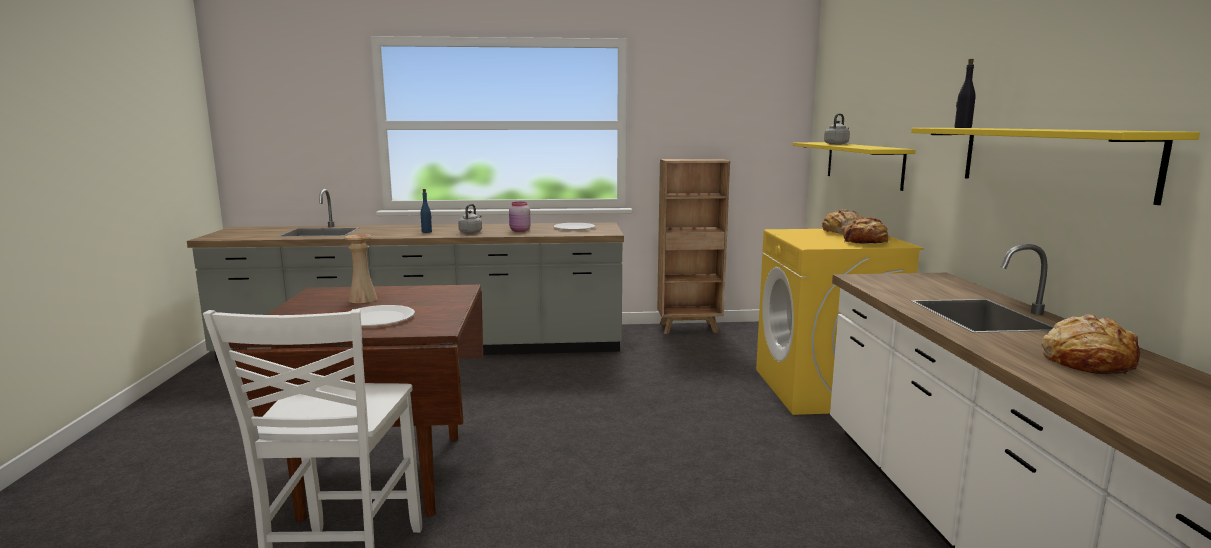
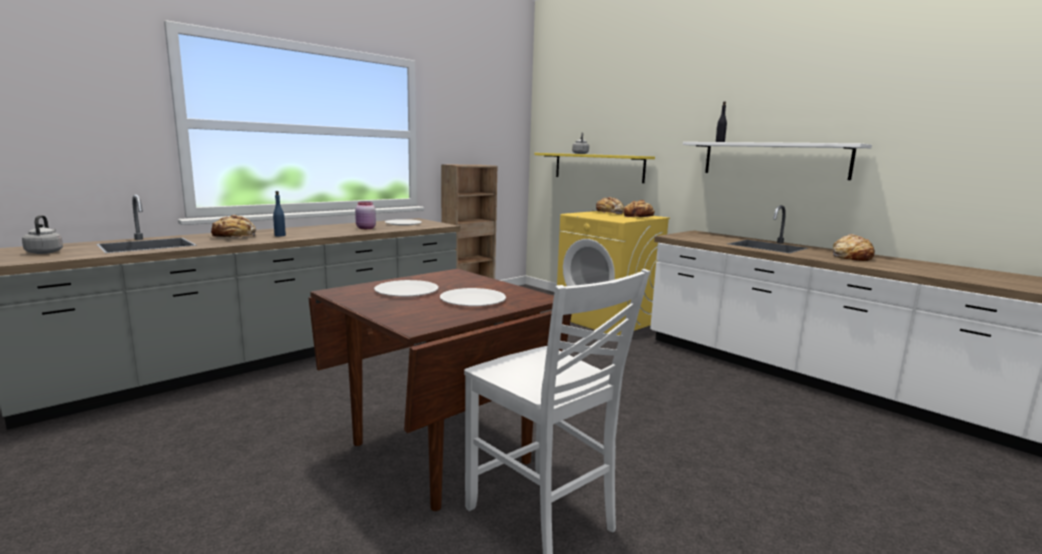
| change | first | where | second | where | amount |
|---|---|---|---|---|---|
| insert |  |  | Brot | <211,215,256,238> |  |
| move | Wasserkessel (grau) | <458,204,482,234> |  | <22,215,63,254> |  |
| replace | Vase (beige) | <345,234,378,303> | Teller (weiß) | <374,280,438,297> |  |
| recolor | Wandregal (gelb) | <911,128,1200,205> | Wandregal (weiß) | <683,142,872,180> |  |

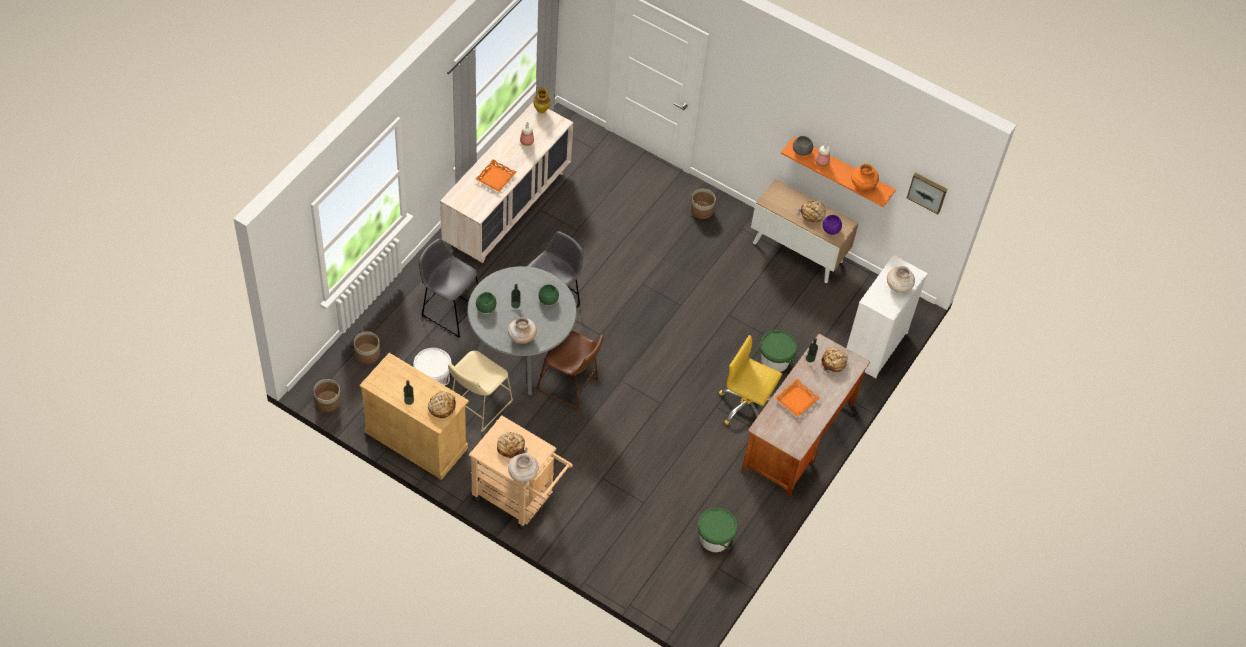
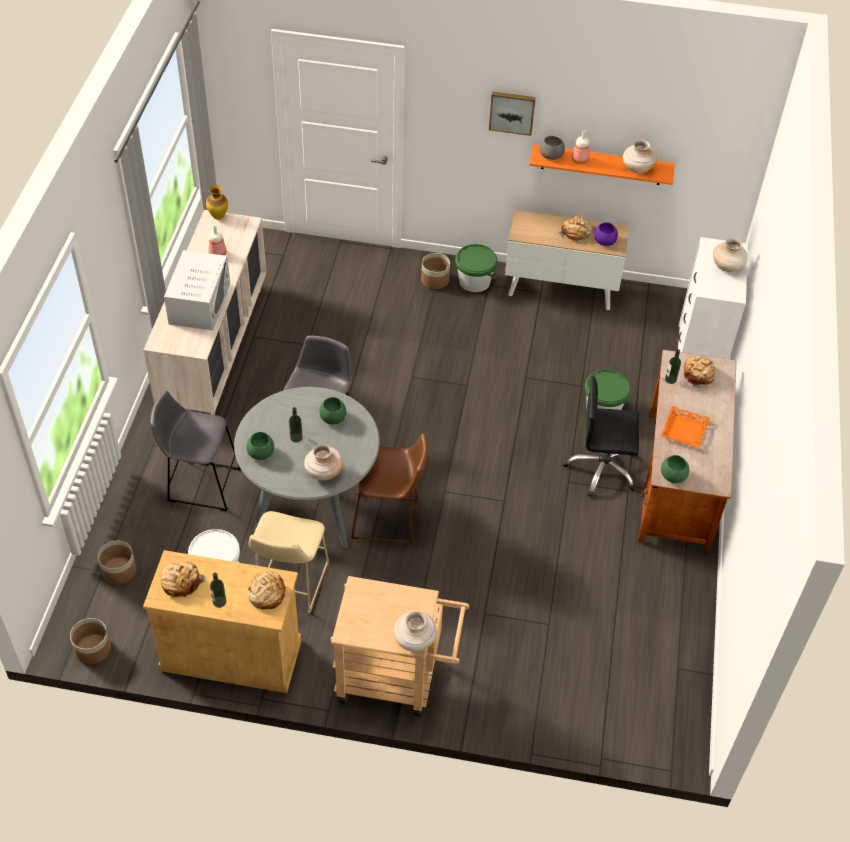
| change | first | where | second | where | amount |
|---|---|---|---|---|---|
| insert |  |  | Schüssel (grün) | <661,455,689,483> |  |
| move | Brot | <497,432,528,459> |  | <161,561,206,597> |  |
| move | Eimer (grün) | <698,508,738,552> |  | <455,244,498,292> |  |
| move | Bild | <907,173,947,214> |  | <489,92,536,136> |  |
| replace | Tablett (orange) | <475,159,516,192> | Mikrowelle (weiß) | <164,250,230,330> |  |
| recolor | Bürostuhl (gelb) | <719,335,782,425> | Bürostuhl (schwarz) | <563,376,639,497> |  |
| recolor | Vase (orange) | <851,164,879,190> | Vase (beige) | <623,140,657,173> |  |

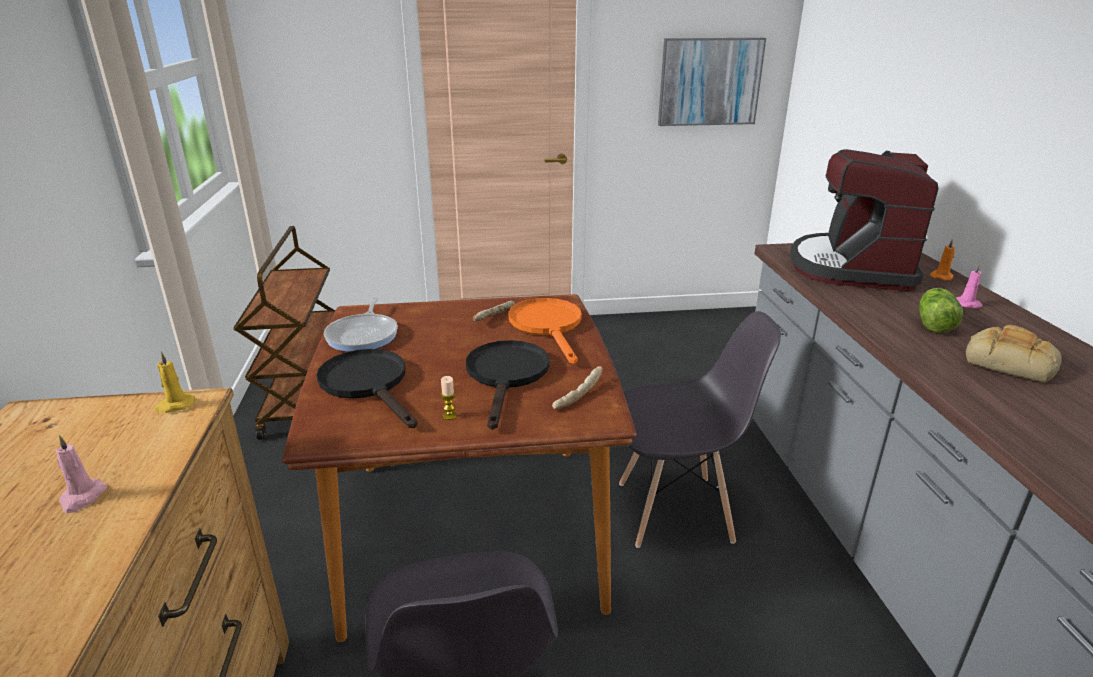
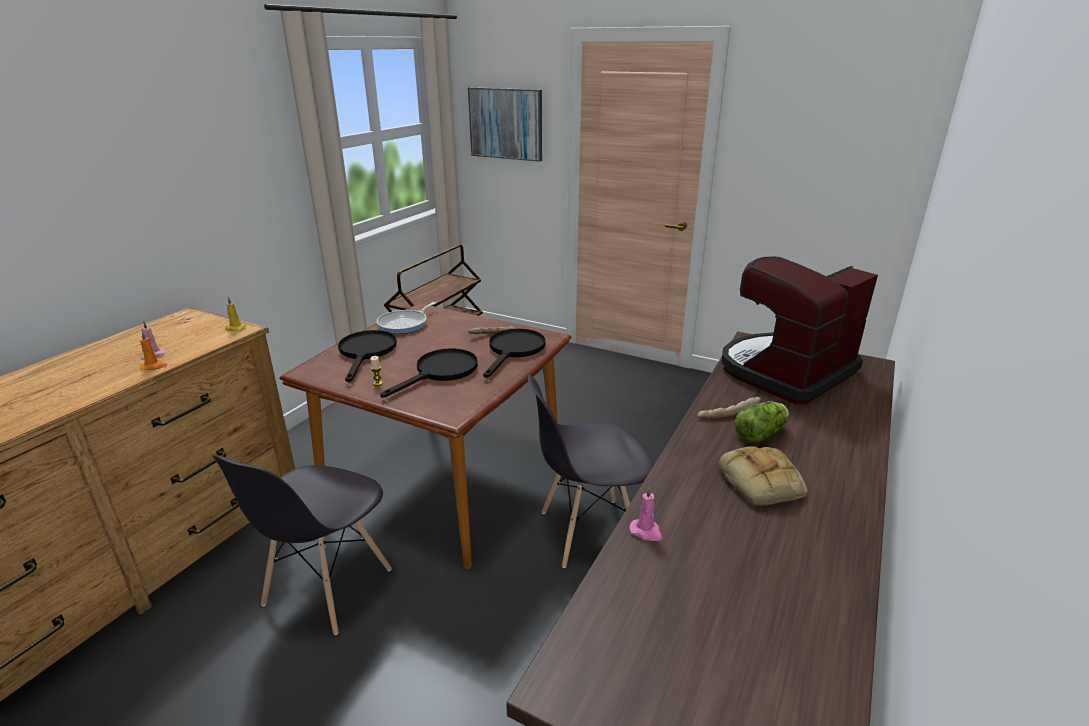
| change | first | where | second | where | amount |
|---|---|---|---|---|---|
| move | Brot | <552,366,603,410> |  | <697,397,761,419> |  |
| move | Bild | <658,38,766,126> |  | <468,87,542,162> |  |
| move | Kerze (orange) | <930,239,955,280> |  | <140,332,167,370> |  |
| move | Kerze (rosa) | <956,263,982,308> |  | <629,486,663,541> |  |
| recolor | Pfanne (orange) | <509,298,582,364> | Pfanne (schwarz) | <483,329,546,378> |  |
| rotate | Stuhl (grau) | <619,311,781,548> |  | <528,375,654,568> | 135 degrees clockwise |

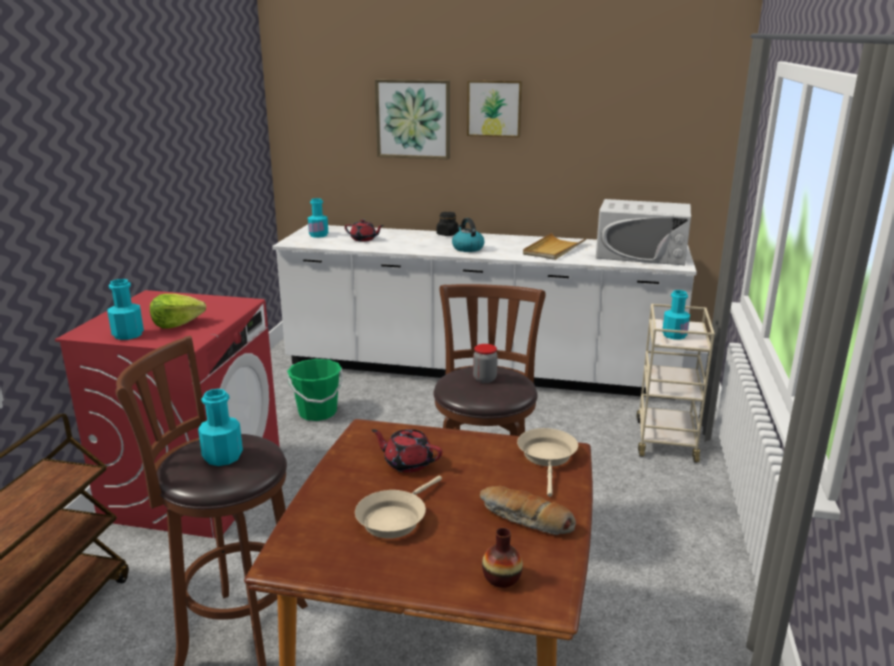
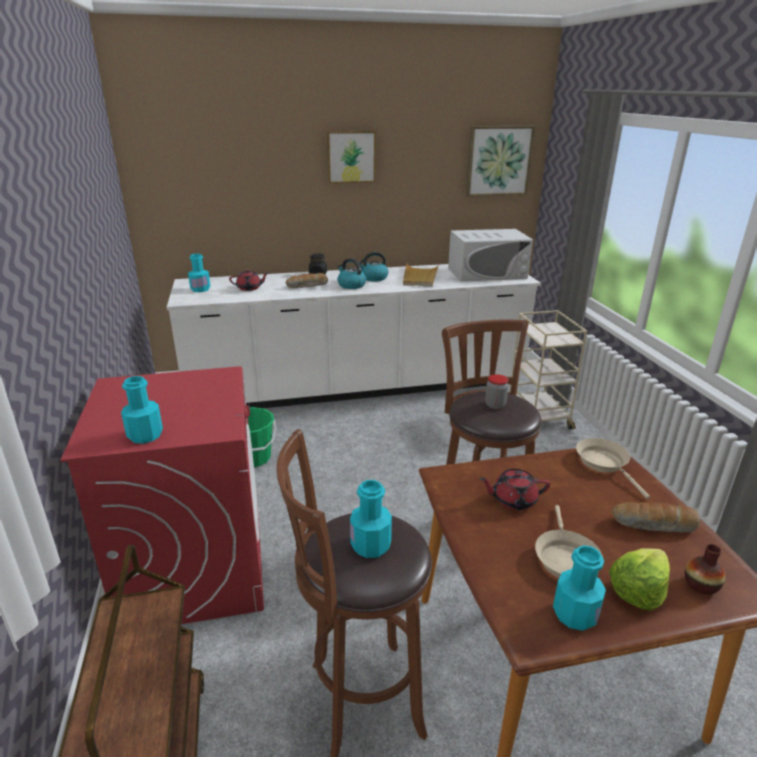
| change | first | where | second | where | amount |
|---|---|---|---|---|---|
| insert |  |  | Brot | <286,273,328,288> |  |
| insert |  |  | Wasserkessel | <359,252,388,281> |  |
| move | Salatkopf | <150,294,206,329> |  | <609,548,670,611> |  |
| move | Bild | <375,79,450,160> |  | <466,126,535,197> |  |
| move | Flasche (türkis) | <662,290,690,340> |  | <553,545,606,631> |  |

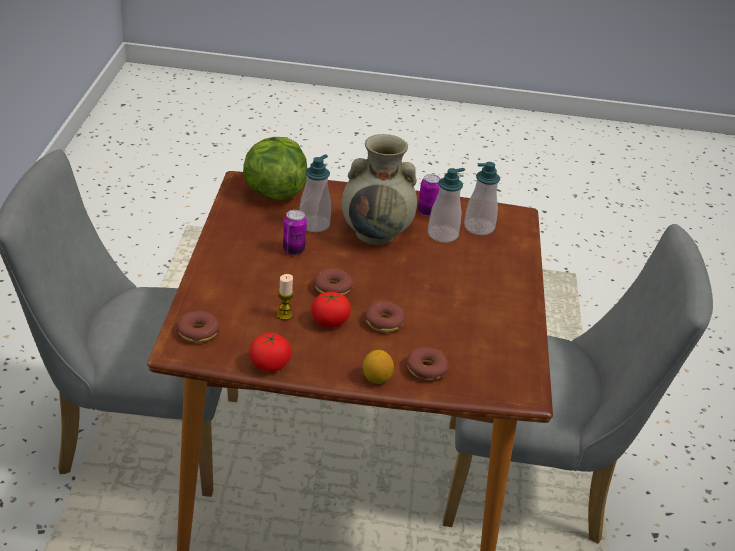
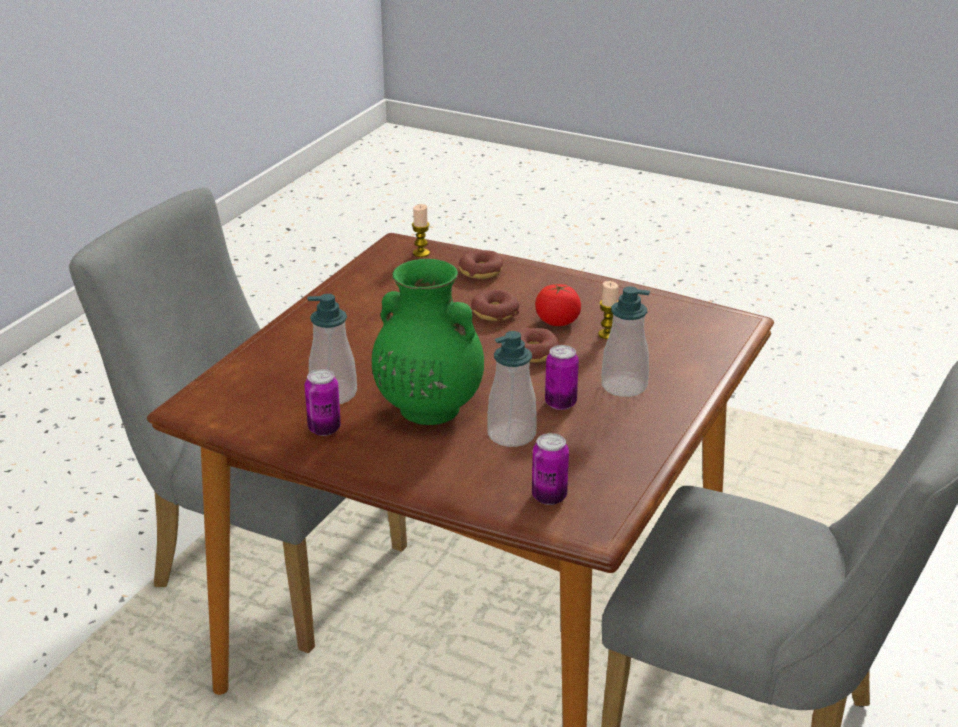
| change | first | where | second | where | amount |
|---|---|---|---|---|---|
| delete | Donut | <176,311,220,343> |  |  |  |
| delete | Tomate | <249,333,291,372> |  |  |  |
| delete | Zitrone | <363,350,394,384> |  |  |  |
| insert |  |  | Kerze | <412,204,430,257> |  |
| move | Seifenspender | <464,162,500,235> |  | <601,286,650,397> |  |
| replace | Salatkopf | <243,137,307,200> | Dose | <532,433,569,505> |  |
| recolor | Vase (beige) | <342,134,417,245> | Vase (grün) | <372,259,484,425> |  |

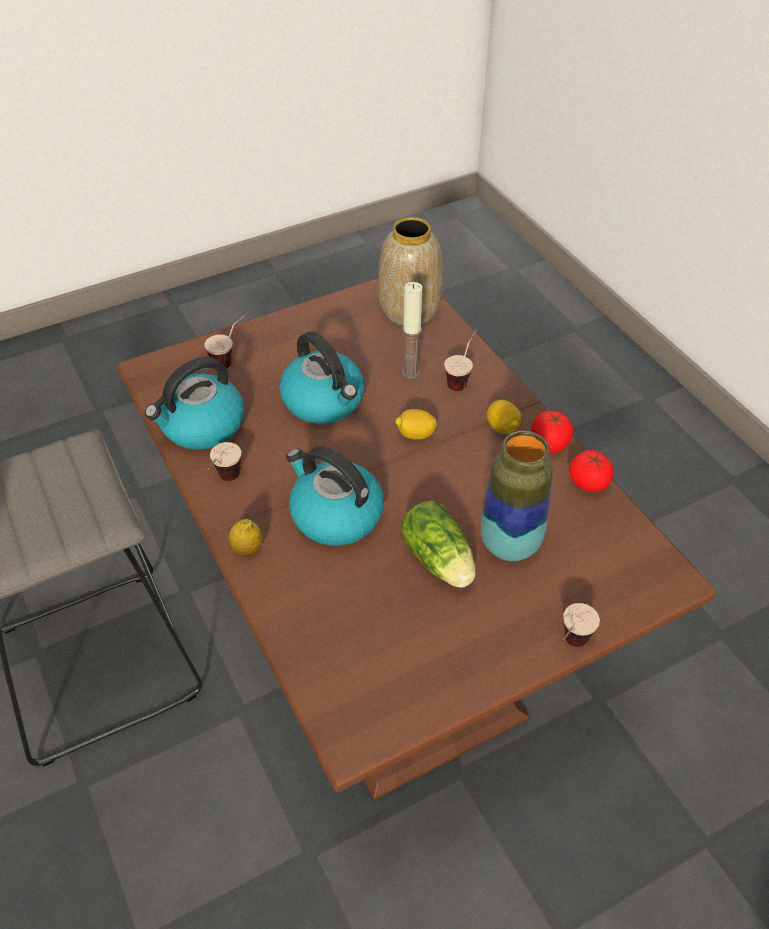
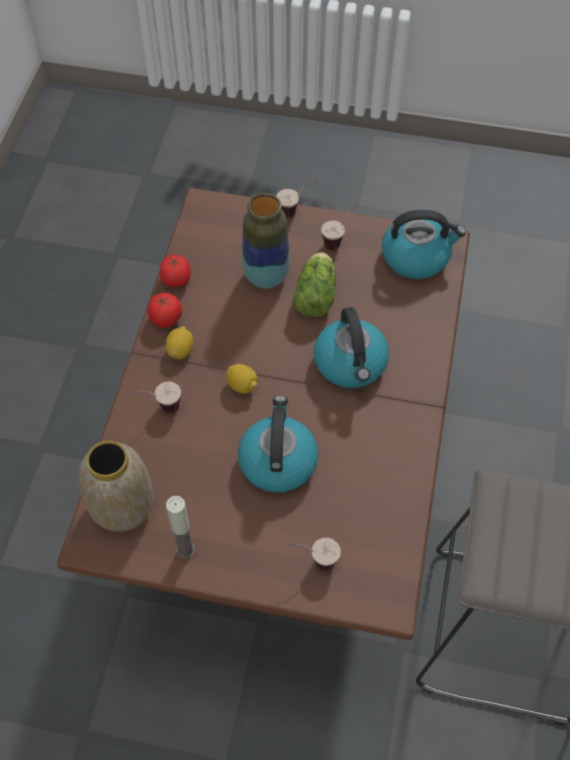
| change | first | where | second | where | amount |
|---|---|---|---|---|---|
| delete | Zitrone | <228,519,263,556> |  |  |  |
| move | Wasserkessel | <145,357,244,450> |  | <382,210,466,279> |  |
| move | Tasse | <207,442,241,481> |  | <321,204,359,250> |  |
| move | Kerze | <402,282,423,379> |  | <166,496,195,559> |  |

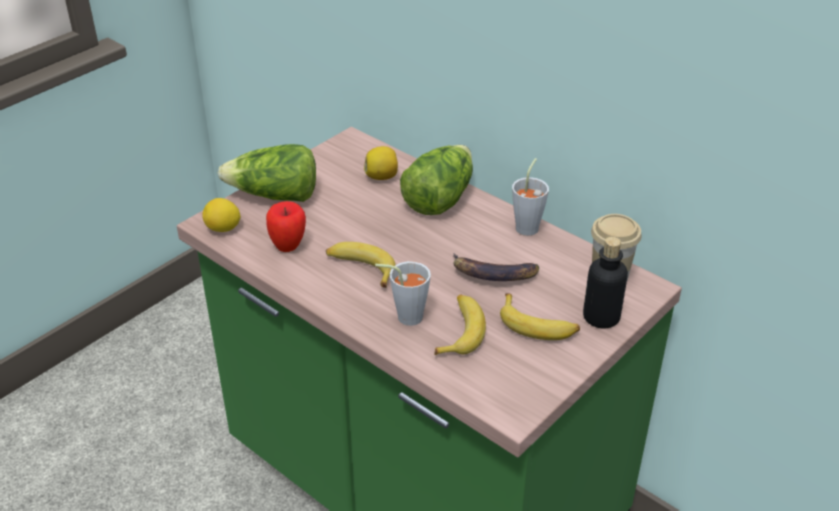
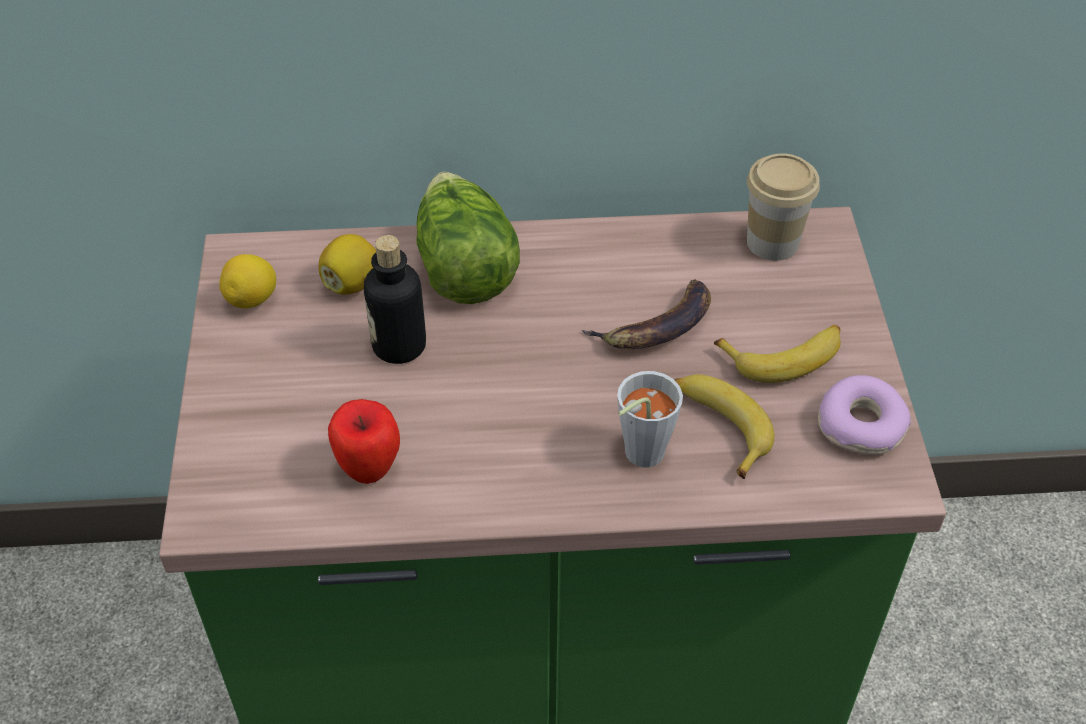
| change | first | where | second | where | amount |
|---|---|---|---|---|---|
| delete | Salatkopf | <218,144,316,202> |  |  |  |
| delete | Banane | <326,242,395,288> |  |  |  |
| delete | Tasse (grau) | <512,158,549,236> |  |  |  |
| insert |  |  | Donut | <818,375,911,455> |  |
| move | Zitrone | <202,198,241,232> |  | <219,254,276,308> |  |
| move | Flasche | <583,237,628,328> |  | <364,235,426,364> |  |

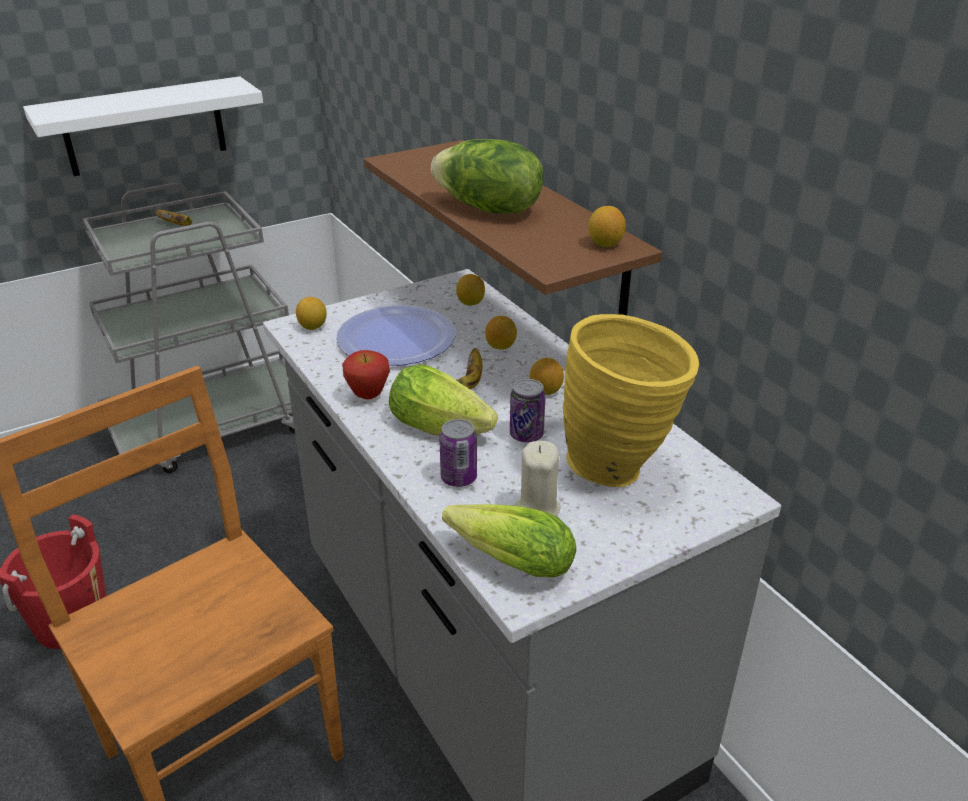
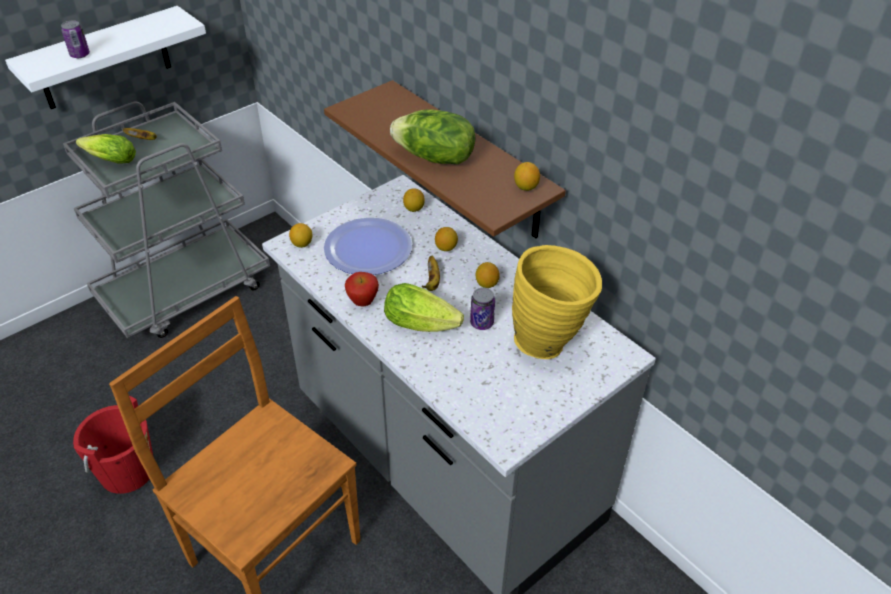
| change | first | where | second | where | amount |
|---|---|---|---|---|---|
| delete | Kerze (beige) | <515,441,561,516> |  |  |  |
| move | Dose | <439,419,477,487> |  | <61,20,90,58> |  |
| move | Salatkopf | <442,504,576,578> |  | <76,134,136,164> |  |

